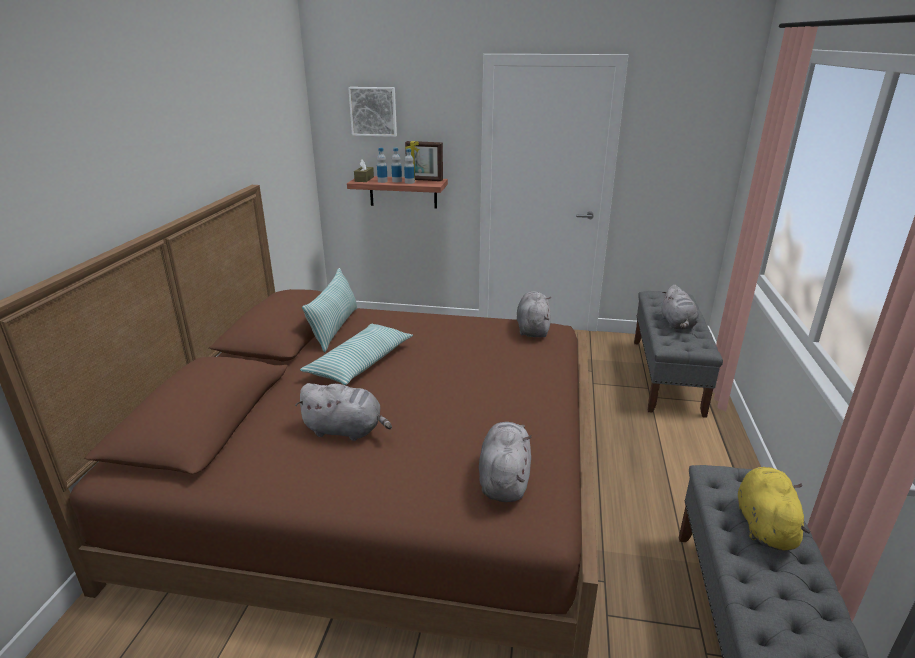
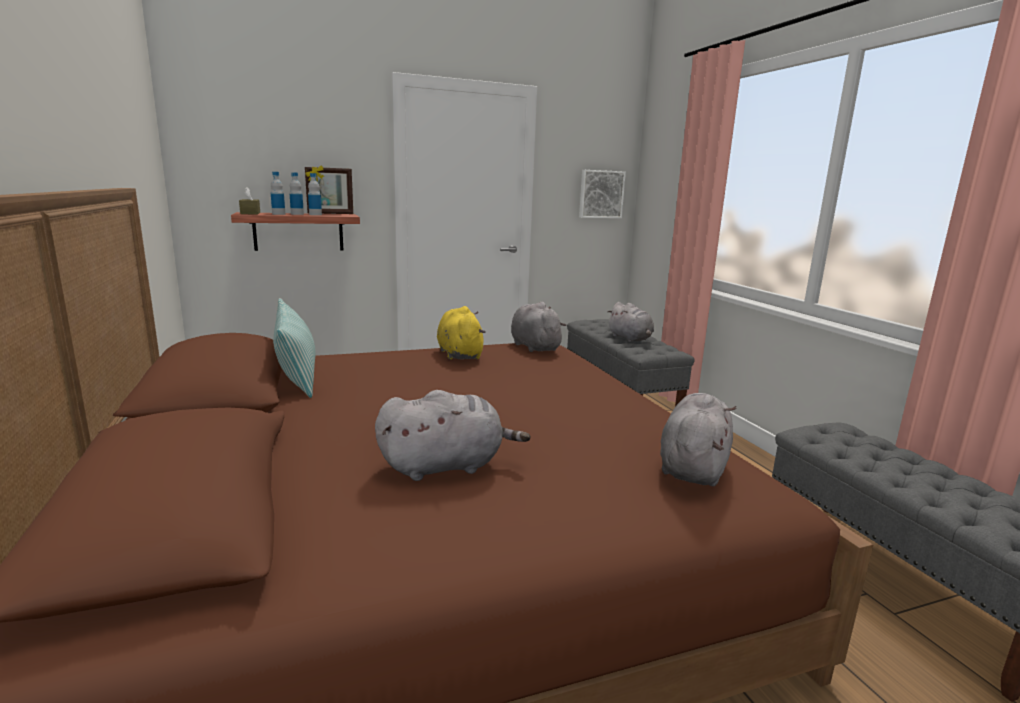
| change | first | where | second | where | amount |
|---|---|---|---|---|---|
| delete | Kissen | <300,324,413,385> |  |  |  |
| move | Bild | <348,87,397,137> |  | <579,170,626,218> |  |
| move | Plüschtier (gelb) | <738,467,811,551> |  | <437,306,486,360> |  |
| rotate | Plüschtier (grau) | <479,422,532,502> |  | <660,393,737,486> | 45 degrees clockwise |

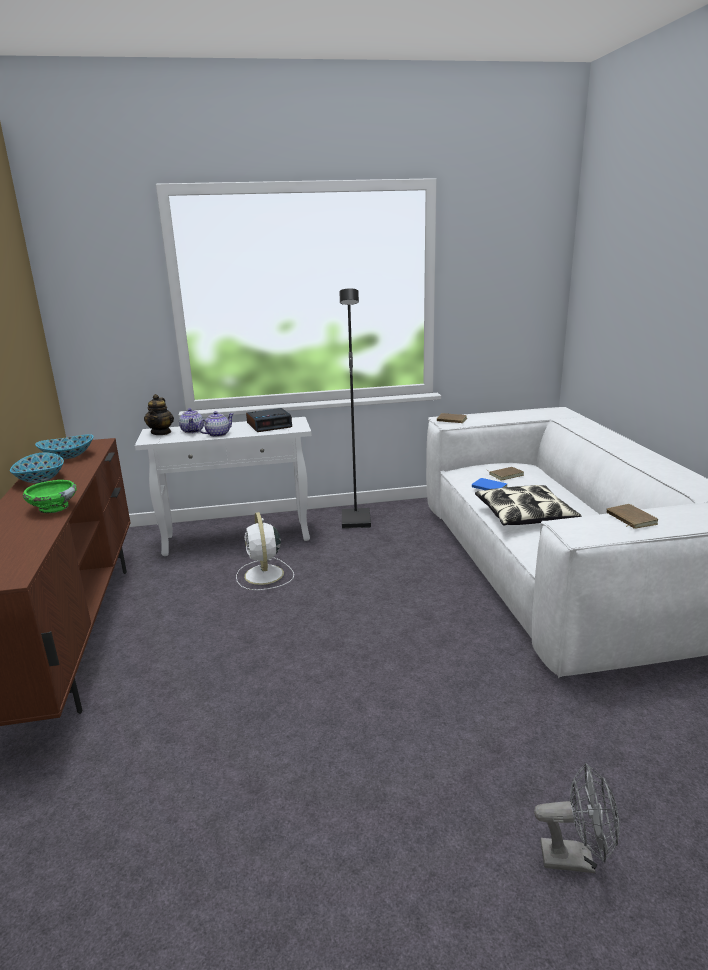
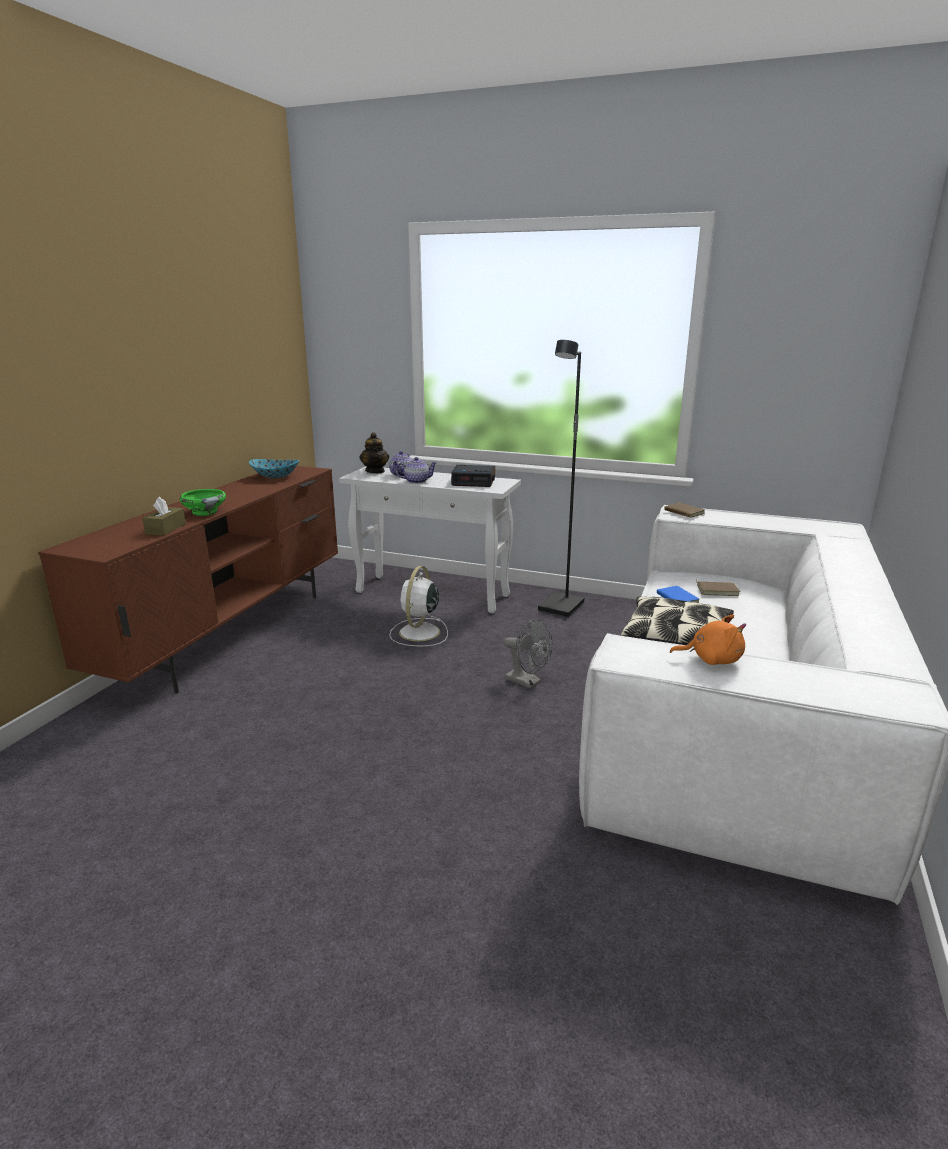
| change | first | where | second | where | amount |
|---|---|---|---|---|---|
| delete | Schüssel | <10,453,64,484> |  |  |  |
| insert |  |  | Taschentuchbox (braun) | <142,497,186,536> |  |
| move | Ventilator (grau) | <534,763,620,873> |  | <504,619,553,689> |  |
| replace | Buch (braun) | <607,504,658,529> | Plüschtier (orange) | <670,614,746,665> |  |
| rotate | Teekanne | <144,394,174,435> |  | <359,432,389,473> | 45 degrees counterclockwise |

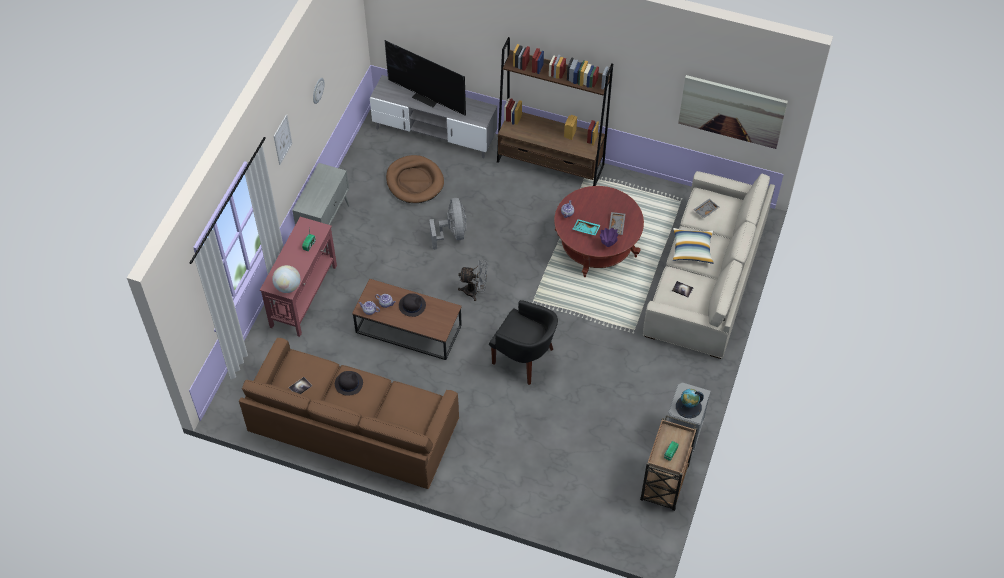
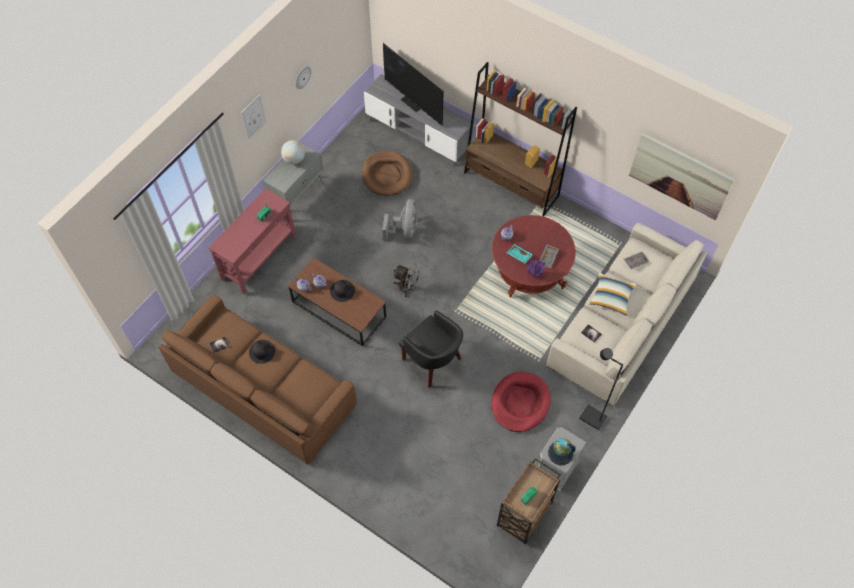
| change | first | where | second | where | amount |
|---|---|---|---|---|---|
| insert |  |  | Hundebett (rot) | <491,372,551,432> |  |
| insert |  |  | Stehlampe (schwarz) | <579,348,623,430> |  |
| move | Globus | <272,265,301,293> |  | <281,140,305,164> |  |

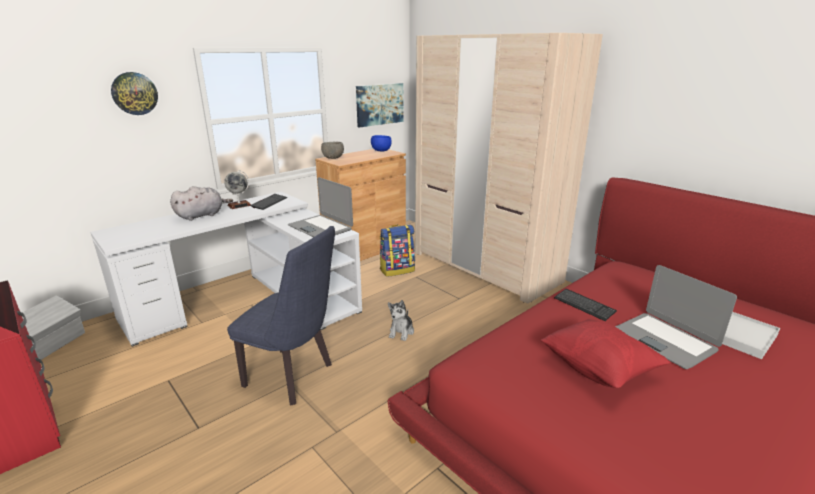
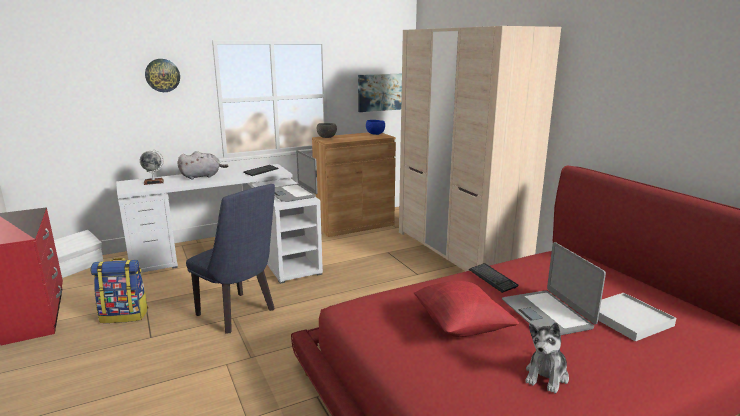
| change | first | where | second | where | amount |
|---|---|---|---|---|---|
| move | Globus | <224,170,251,209> |  | <140,150,164,185> |  |
| move | Rucksack | <380,225,415,277> |  | <90,258,148,323> |  |
| move | Plüschtier | <388,300,414,341> |  | <525,323,569,393> |  |

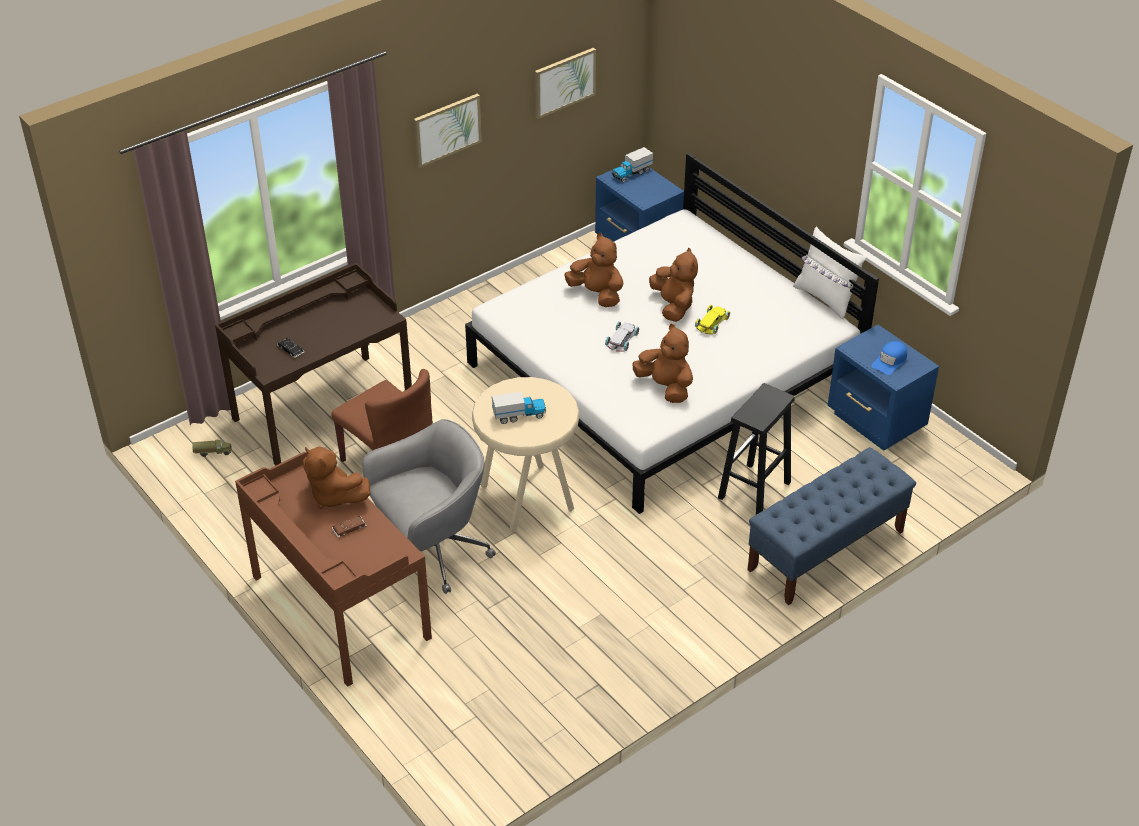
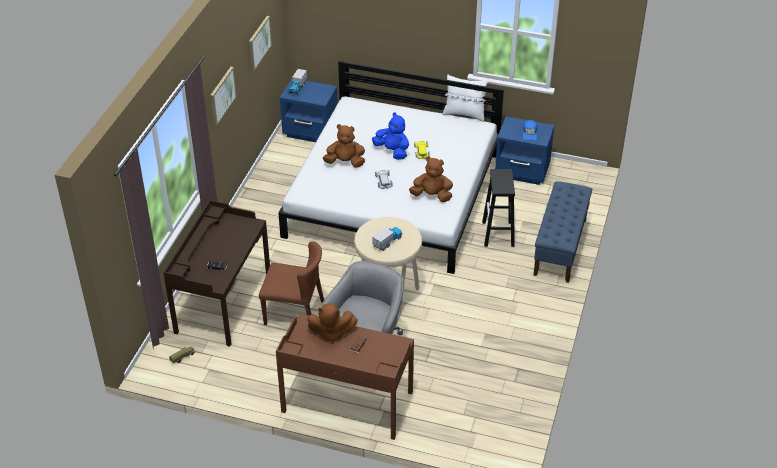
| change | first | where | second | where | amount |
|---|---|---|---|---|---|
| recolor | Plüschtier (braun) | <649,247,698,322> | Plüschtier (blau) | <372,112,409,160> |  |

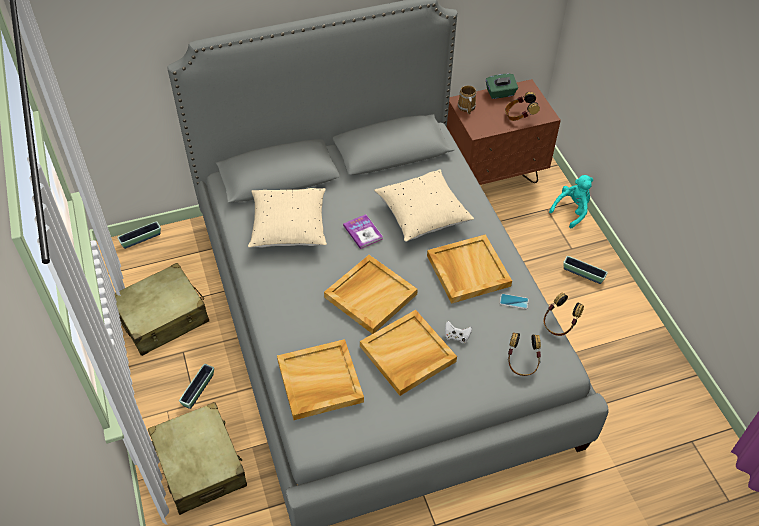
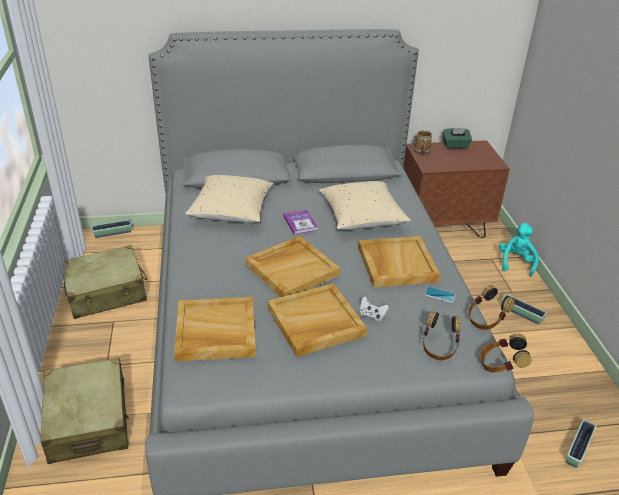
| change | first | where | second | where | amount |
|---|---|---|---|---|---|
| move | Pflanzkübel | <179,364,214,409> |  | <566,419,596,468> |  |
| move | Kopfhörer | <505,92,540,121> |  | <480,334,532,373> |  |
| rotate | Plüschtier (türkis) | <549,175,593,228> |  | <499,223,539,276> | 45 degrees counterclockwise |

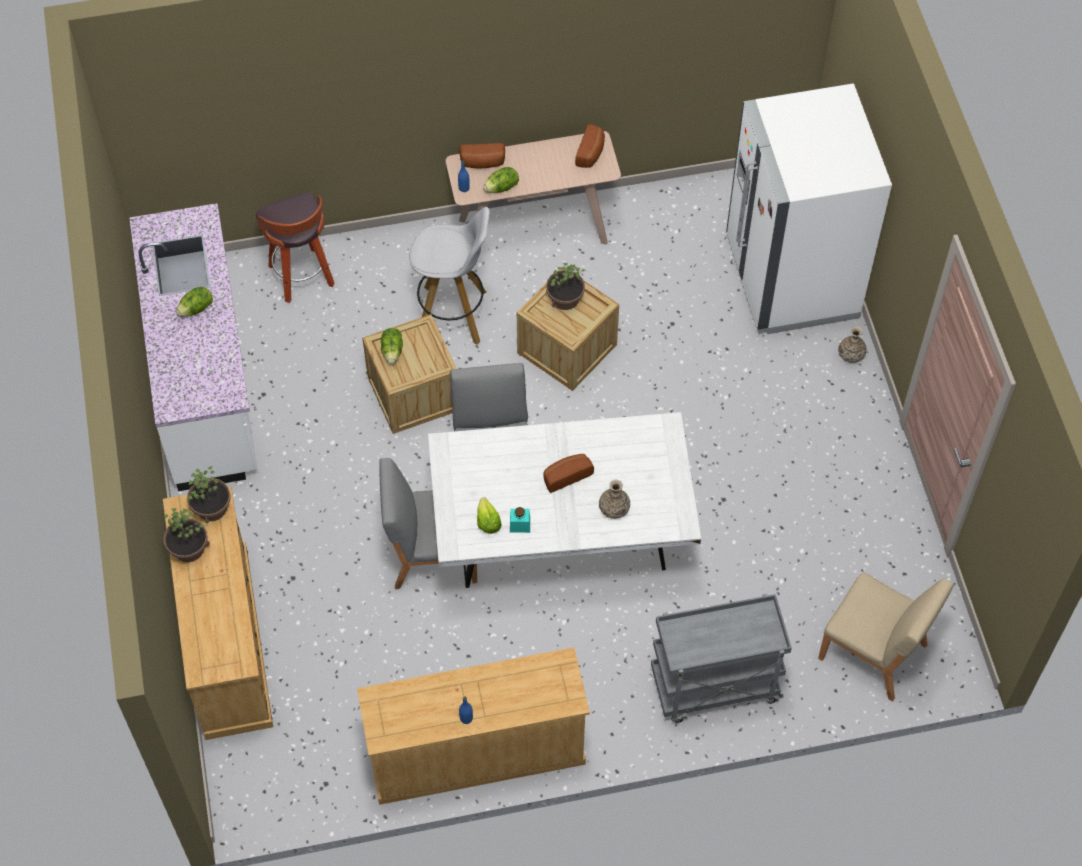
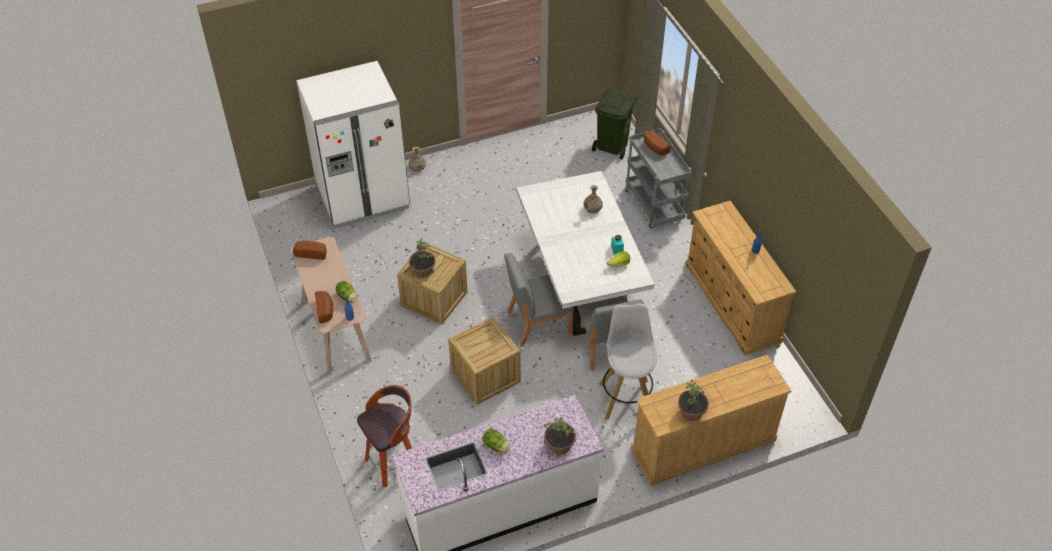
| change | first | where | second | where | amount |
|---|---|---|---|---|---|
| delete | Salatkopf | <381,328,403,365> |  |  |  |
| move | Topfpflanze | <187,466,231,523> |  | <544,417,576,455> |  |
| move | Hocker (weiß) | <409,207,490,344> |  | <599,303,657,420> |  |
| move | Brot | <543,454,594,493> |  | <644,130,671,156> |  |
| replace | Stuhl (beige) | <818,573,954,701> | Mülleimer (grün) | <592,89,638,159> |  |

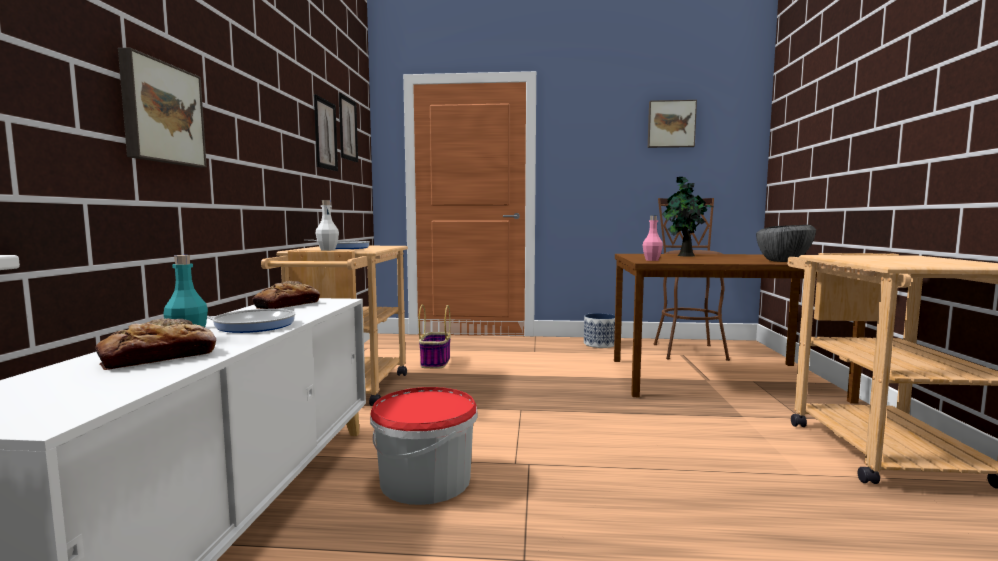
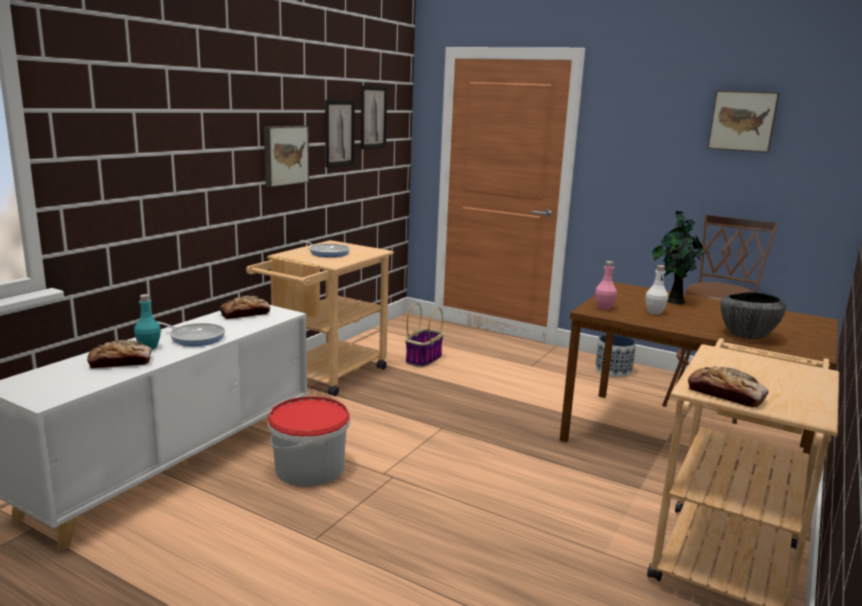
| change | first | where | second | where | amount |
|---|---|---|---|---|---|
| insert |  |  | Brot | <688,366,769,407> |  |
| move | Bild | <118,48,207,167> |  | <264,126,309,187> |  |
| move | Flasche (weiß) | <315,200,339,251> |  | <645,265,668,315> |  |

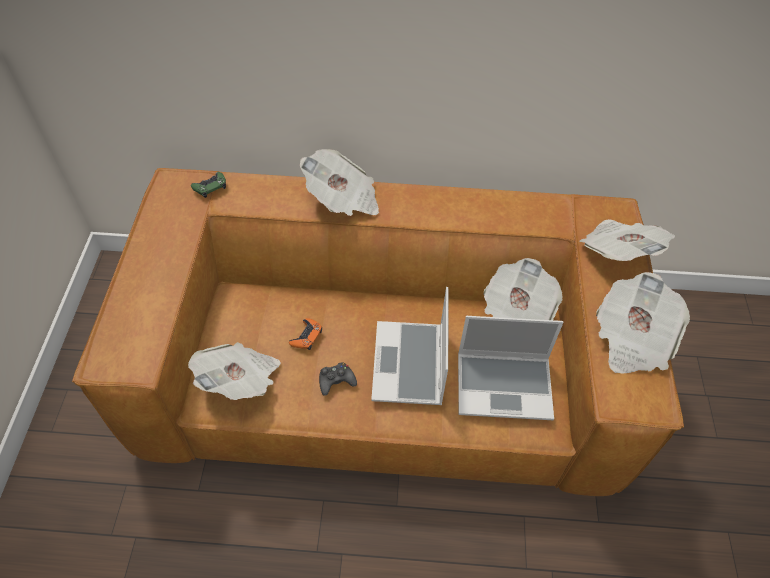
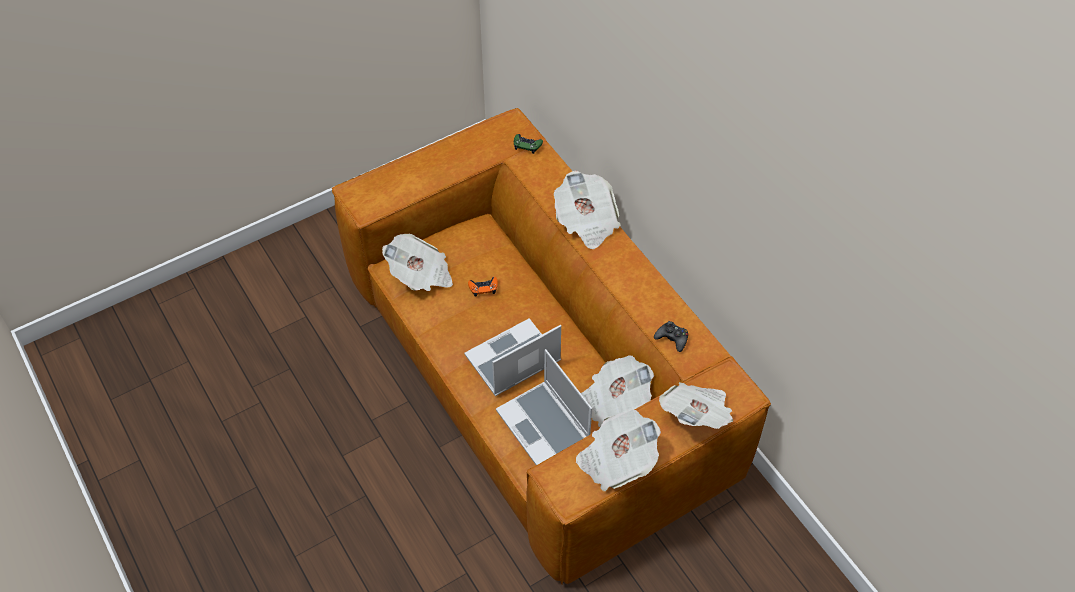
| change | first | where | second | where | amount |
|---|---|---|---|---|---|
| move | Gamepad (schwarz) | <319,362,357,396> |  | <654,321,688,352> |  |

